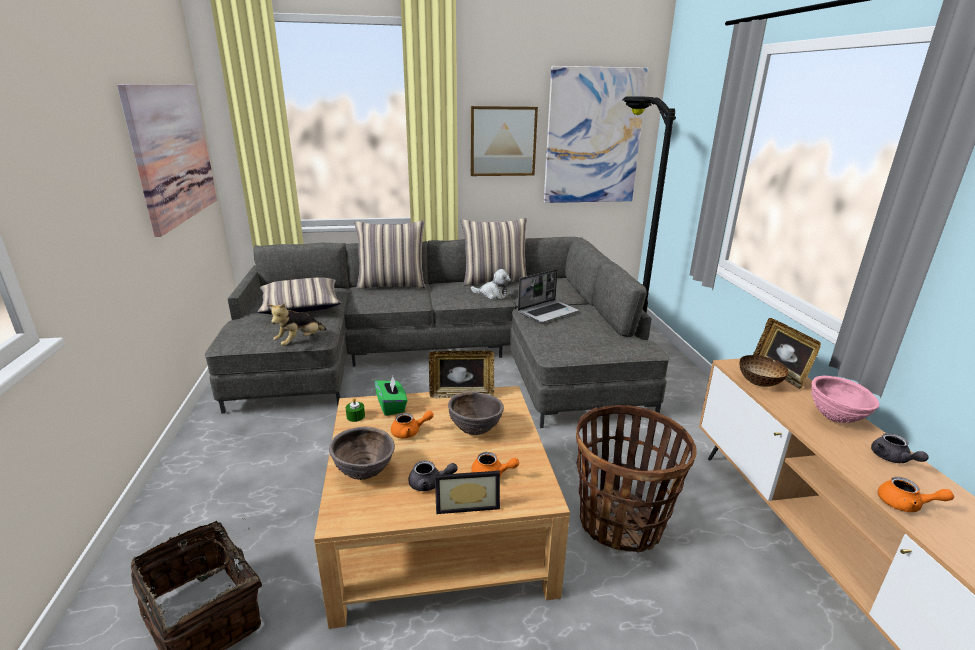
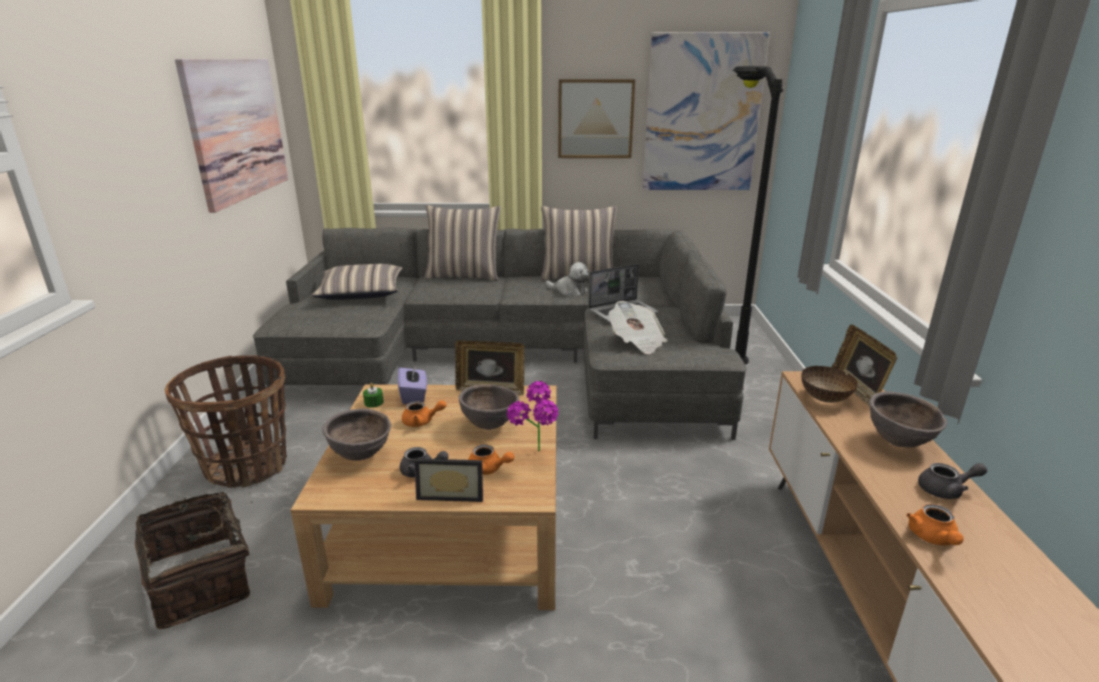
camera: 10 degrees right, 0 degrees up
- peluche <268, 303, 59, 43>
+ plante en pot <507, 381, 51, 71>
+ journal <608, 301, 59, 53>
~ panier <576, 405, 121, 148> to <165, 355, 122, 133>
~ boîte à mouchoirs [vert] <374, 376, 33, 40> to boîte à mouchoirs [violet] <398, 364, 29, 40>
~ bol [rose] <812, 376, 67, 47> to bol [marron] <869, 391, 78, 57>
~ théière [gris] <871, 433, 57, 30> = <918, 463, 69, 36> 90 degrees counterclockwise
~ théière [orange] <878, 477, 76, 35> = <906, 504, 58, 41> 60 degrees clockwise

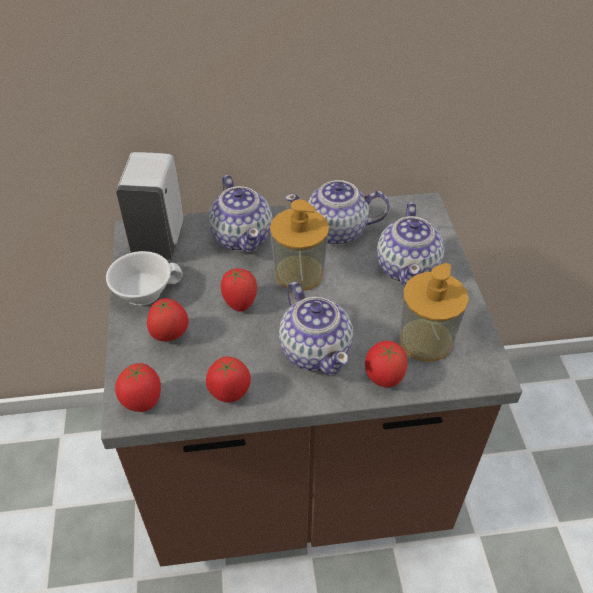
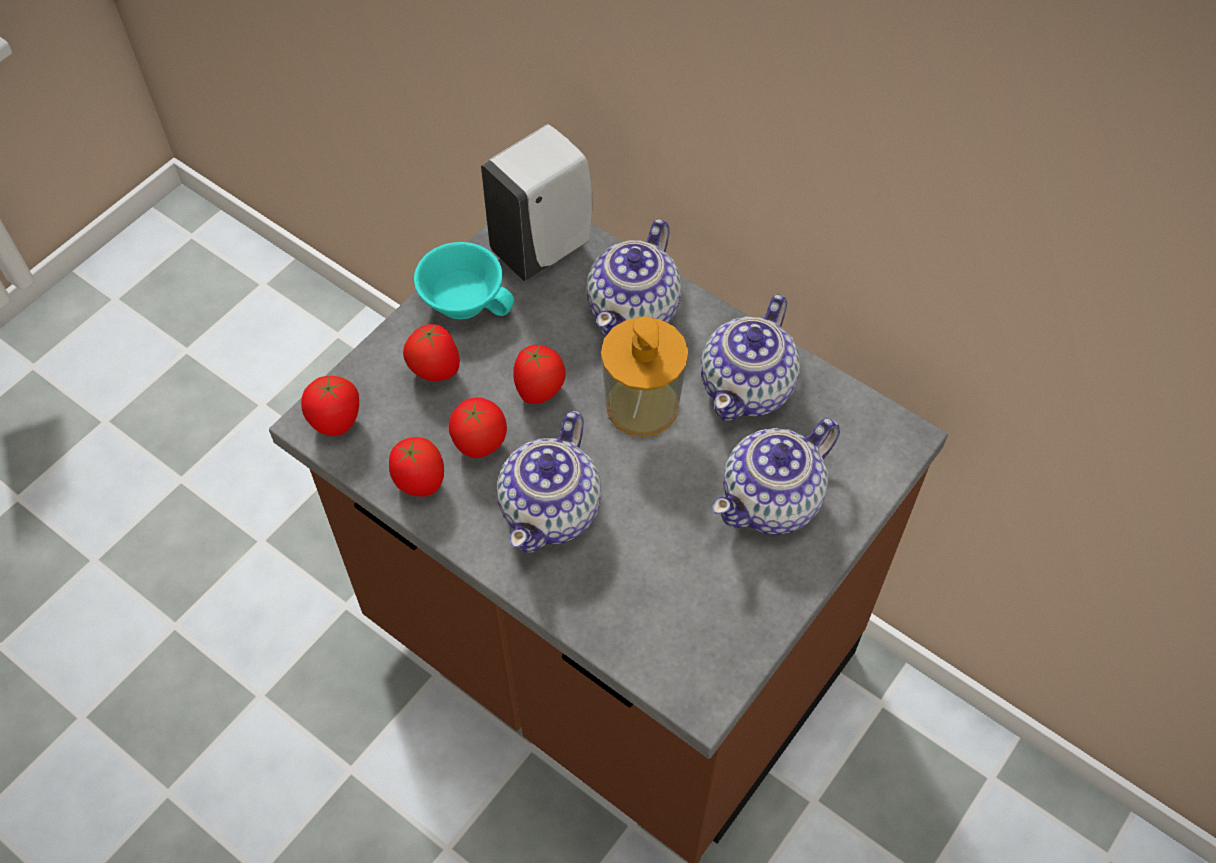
camera: 45 degrees right, 10 degrees up
- distributeur de savon <399, 263, 70, 98>
~ tomate <365, 341, 43, 46> to <449, 397, 58, 61>
~ tasse [blanc] <106, 251, 77, 55> to tasse [turquoise] <414, 242, 100, 77>
~ théière <285, 180, 105, 65> = <701, 294, 99, 127> 105 degrees counterclockwise

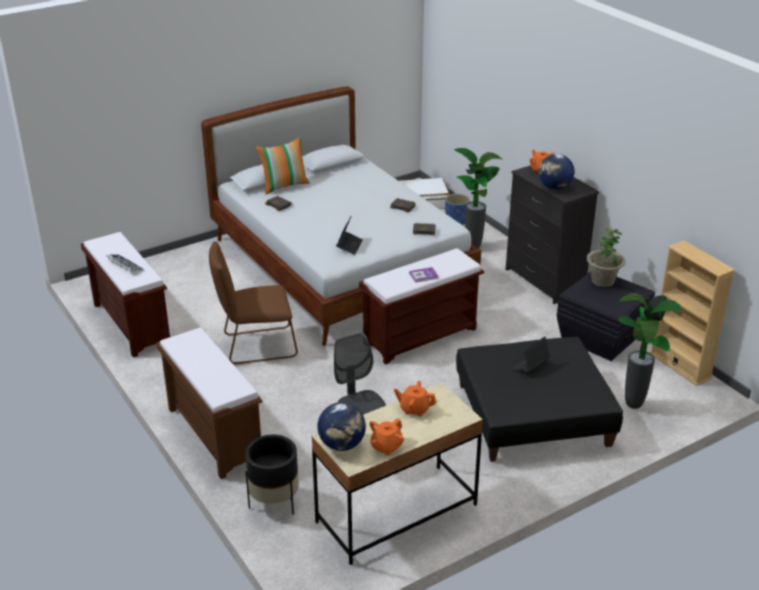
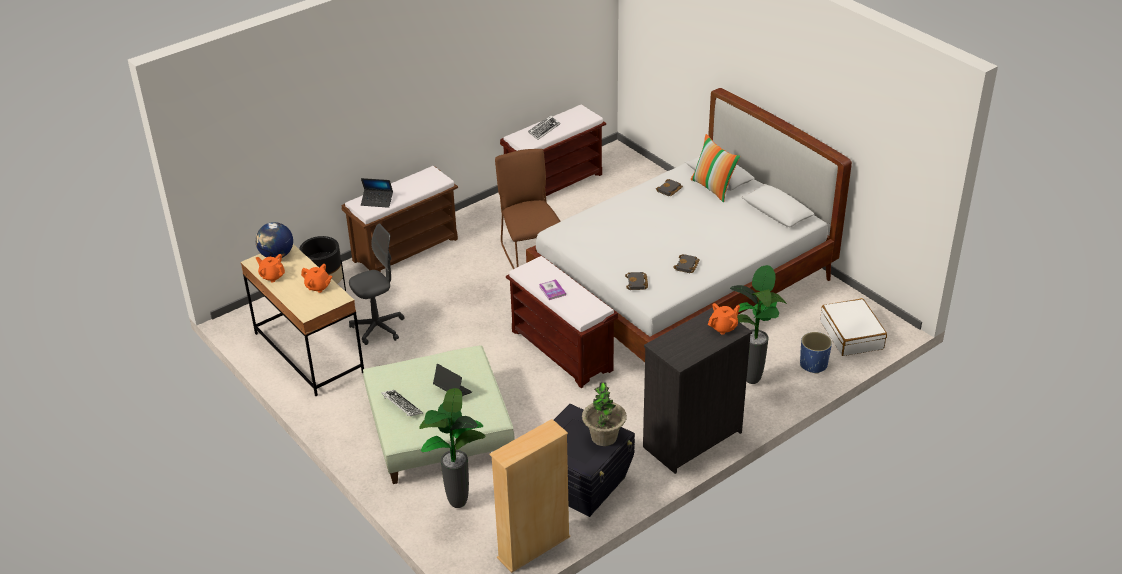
camera: 85 degrees right, 5 degrees up
- globe <539, 154, 35, 36>
+ clavier <381, 390, 42, 26>
~ ordinateur portable <336, 217, 27, 38> to <361, 178, 32, 30>
~ pouf [noir] <456, 337, 167, 125> to pouf [vert] <363, 346, 152, 138>
~ théière [orange] <394, 381, 42, 35> = <301, 264, 31, 29> 105 degrees clockwise

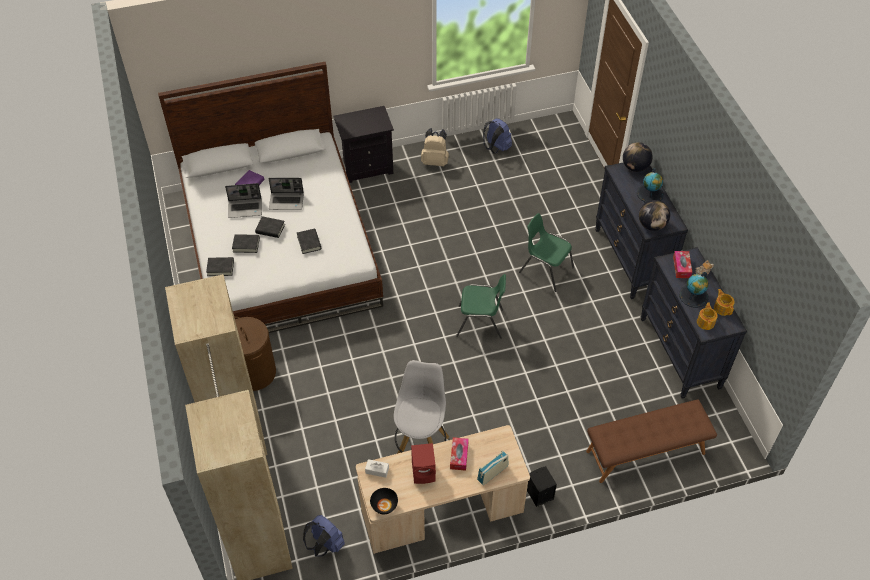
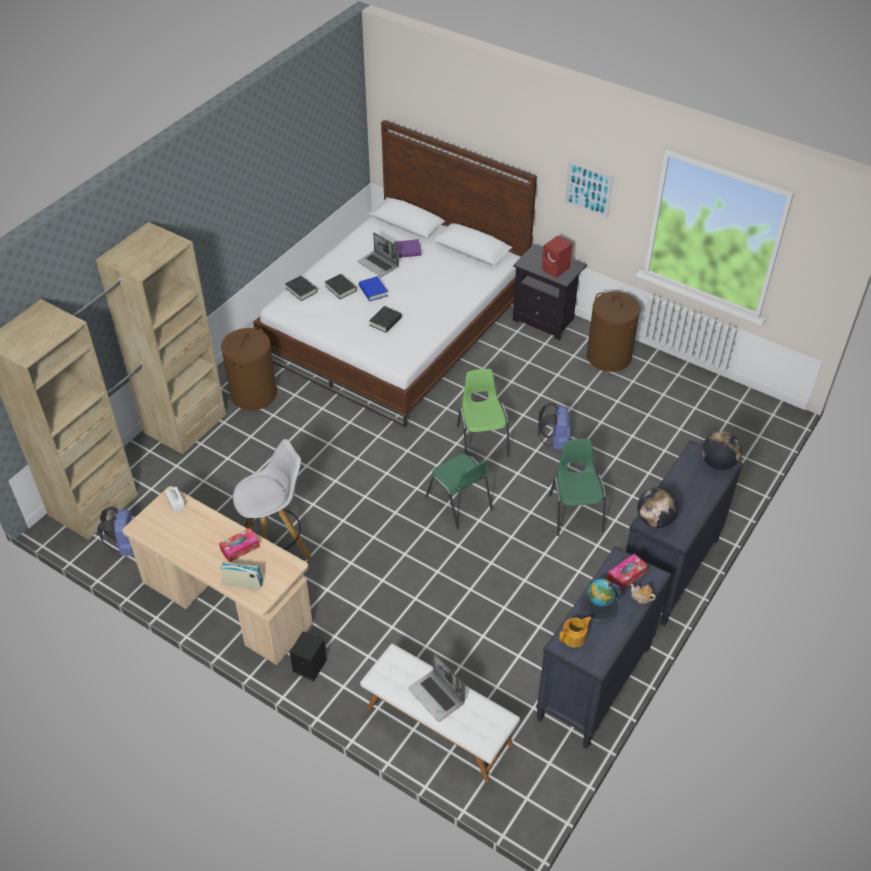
camera: 50 degrees right, 5 degrees down
- bol [noir] <370, 488, 28, 26>
- globe <637, 168, 27, 35>
- théière <714, 289, 21, 27>
+ chaise [vert] <457, 369, 52, 88>
+ tableau <564, 161, 49, 57>
~ ordinateur portable <268, 178, 36, 32> to <408, 653, 57, 69>
~ enceinte [rouge] <411, 443, 25, 41> to <542, 236, 30, 42>
~ sac à dos [bleu] <483, 118, 29, 36> to <538, 403, 32, 47>
~ sac à dos [beige] <421, 128, 28, 38> to panier à linge [marron] <587, 292, 54, 80>
~ livre [noir] <255, 216, 30, 22> to livre [bleu] <359, 276, 29, 25>
~ banc [marron] <586, 399, 131, 84> to banc [blanc] <360, 644, 160, 138>

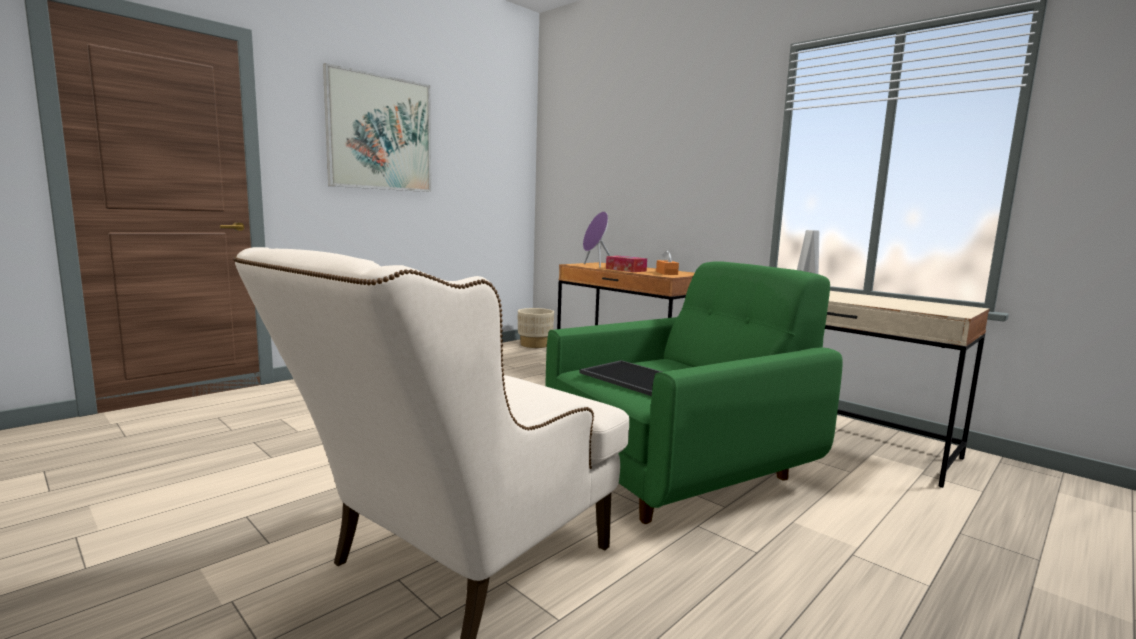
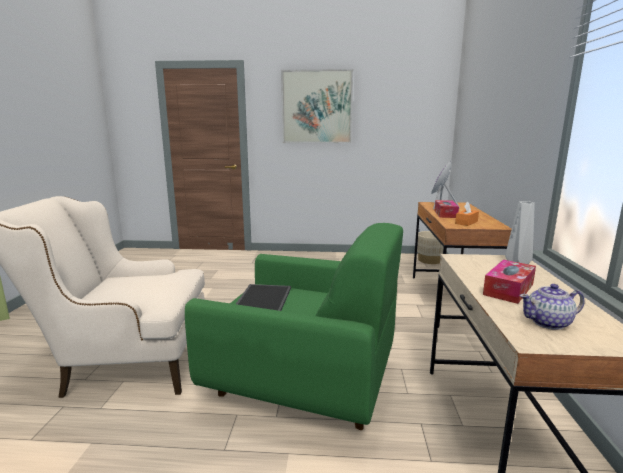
camera: 50 degrees right, 5 degrees up
+ boîte à mouchoirs <483, 260, 53, 44>
+ théière <519, 284, 65, 46>

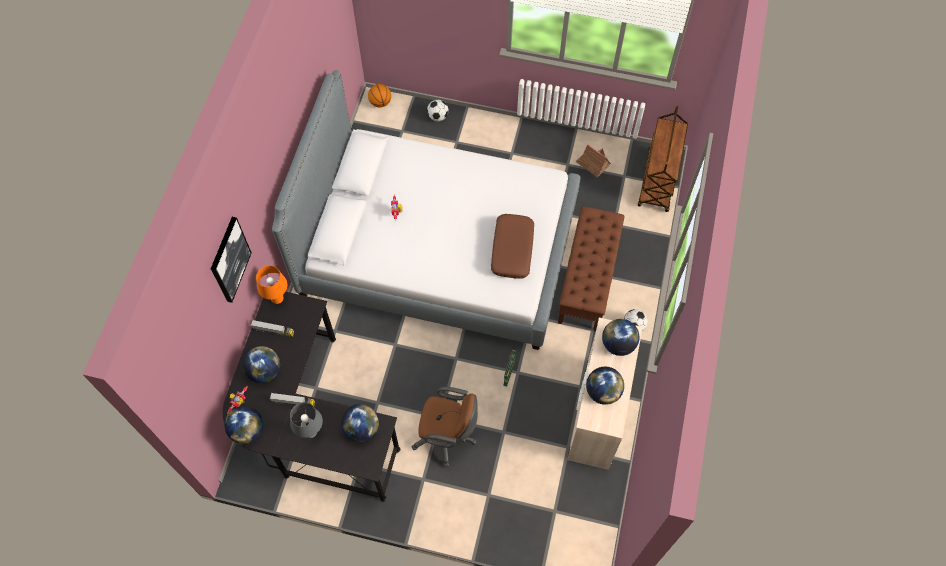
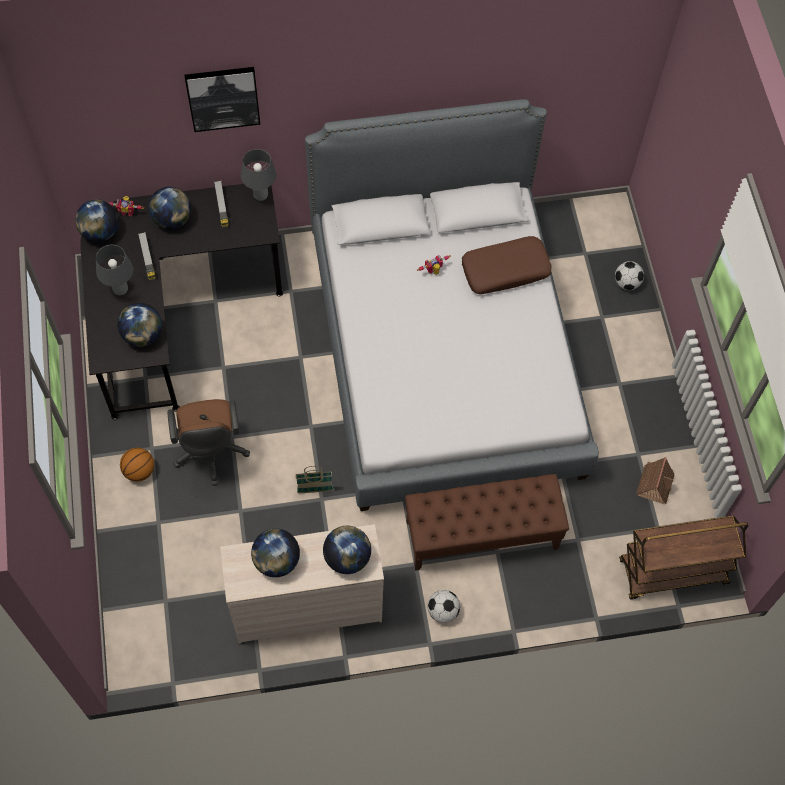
camera: 65 degrees right, 0 degrees up
~ ballon de basket <368, 84, 23, 24> to <120, 448, 34, 34>
~ coussin [marron] <491, 214, 43, 65> to <462, 236, 89, 58>
~ lampe de table [orange] <256, 266, 31, 38> to lampe de table [gris] <241, 149, 35, 52>

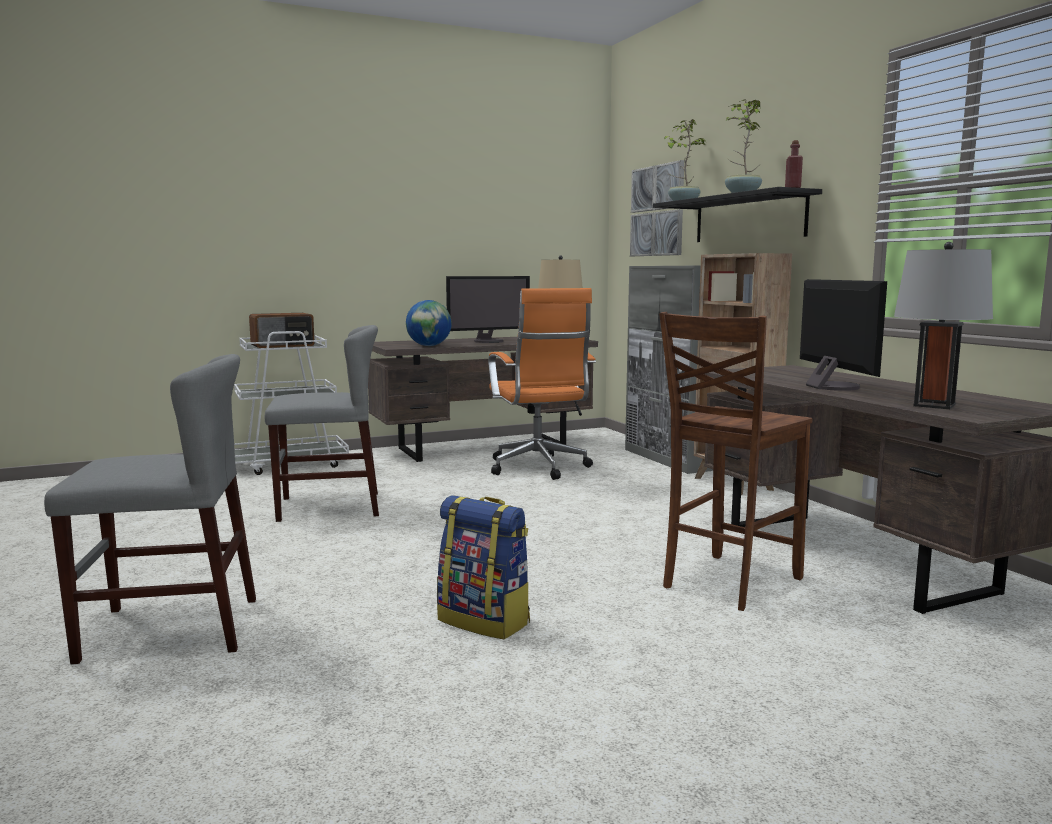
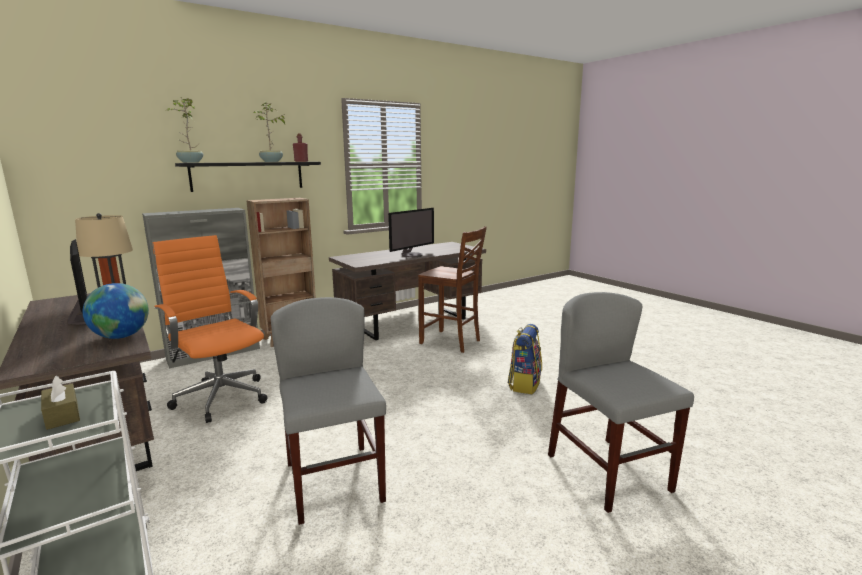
camera: 100 degrees left, 5 degrees up
- tableau <630, 160, 54, 96>
- lampe de table [gris] <894, 242, 99, 167>
~ radio <249, 313, 66, 35> to boîte à mouchoirs [marron] <41, 375, 39, 55>
~ chaise de bureau [orange] <488, 288, 108, 192> = <153, 235, 114, 188> 105 degrees counterclockwise
~ écran d'ordinateur <800, 279, 87, 112> = <388, 208, 46, 50> 150 degrees clockwise

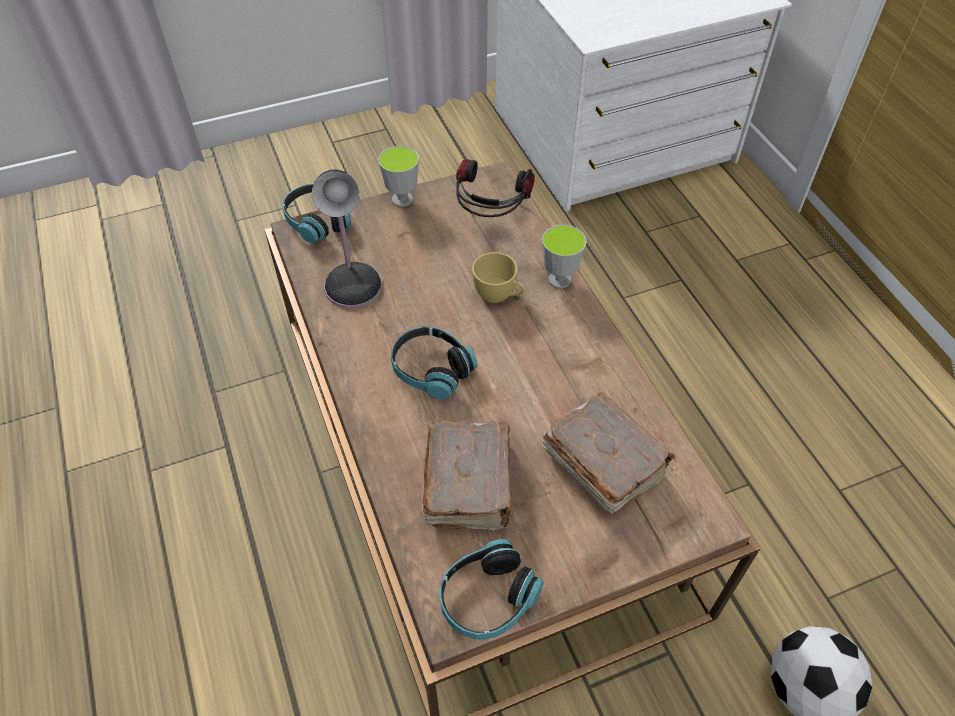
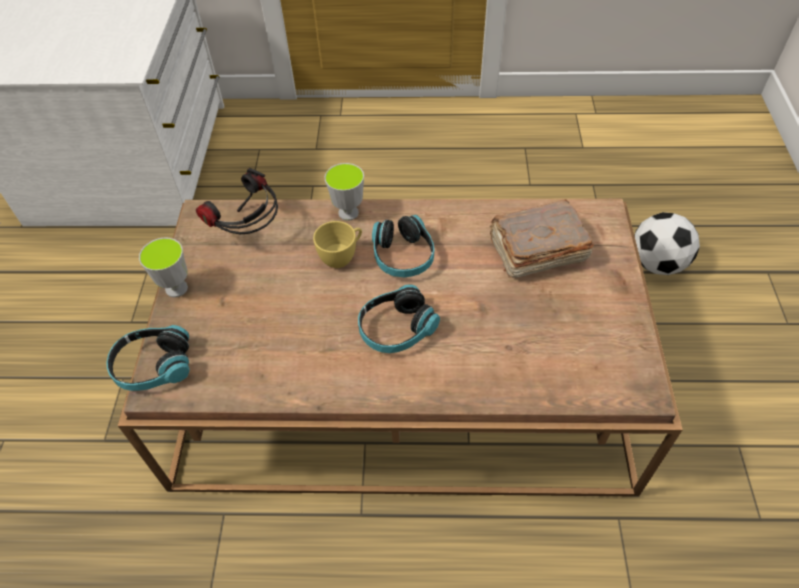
camera: 65 degrees left, 0 degrees up
- lampe de table <312, 170, 70, 138>
- livre [marron] <422, 420, 91, 110>
~ casque audio <439, 539, 104, 101> to <372, 215, 62, 62>

